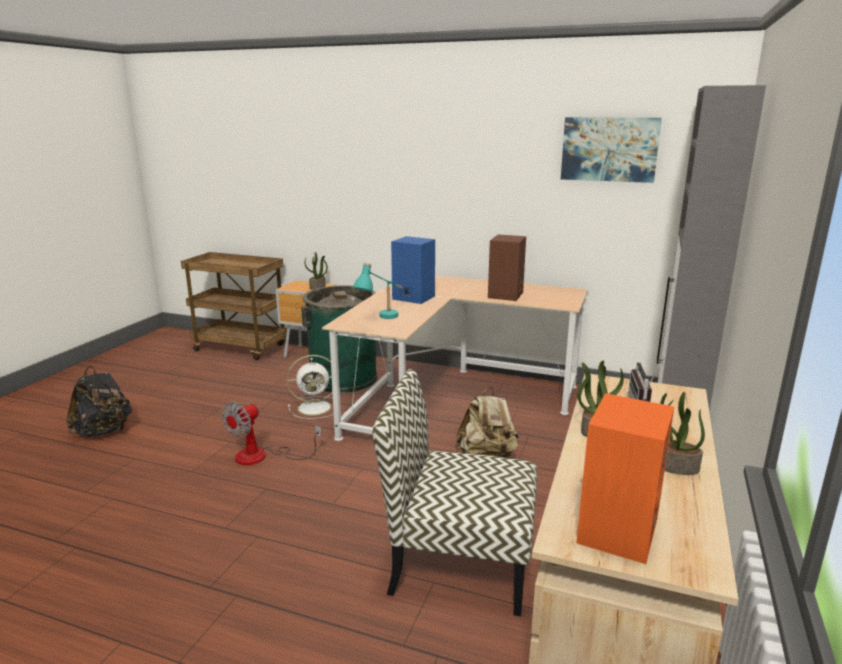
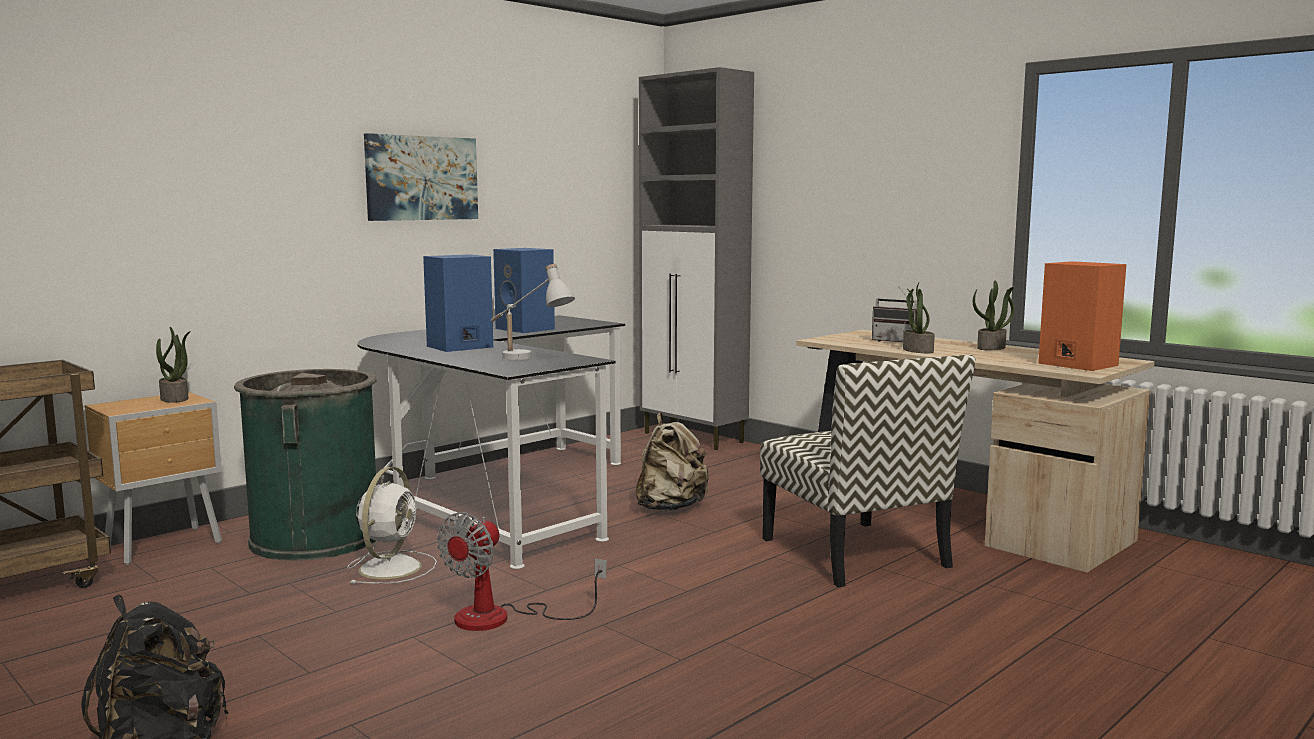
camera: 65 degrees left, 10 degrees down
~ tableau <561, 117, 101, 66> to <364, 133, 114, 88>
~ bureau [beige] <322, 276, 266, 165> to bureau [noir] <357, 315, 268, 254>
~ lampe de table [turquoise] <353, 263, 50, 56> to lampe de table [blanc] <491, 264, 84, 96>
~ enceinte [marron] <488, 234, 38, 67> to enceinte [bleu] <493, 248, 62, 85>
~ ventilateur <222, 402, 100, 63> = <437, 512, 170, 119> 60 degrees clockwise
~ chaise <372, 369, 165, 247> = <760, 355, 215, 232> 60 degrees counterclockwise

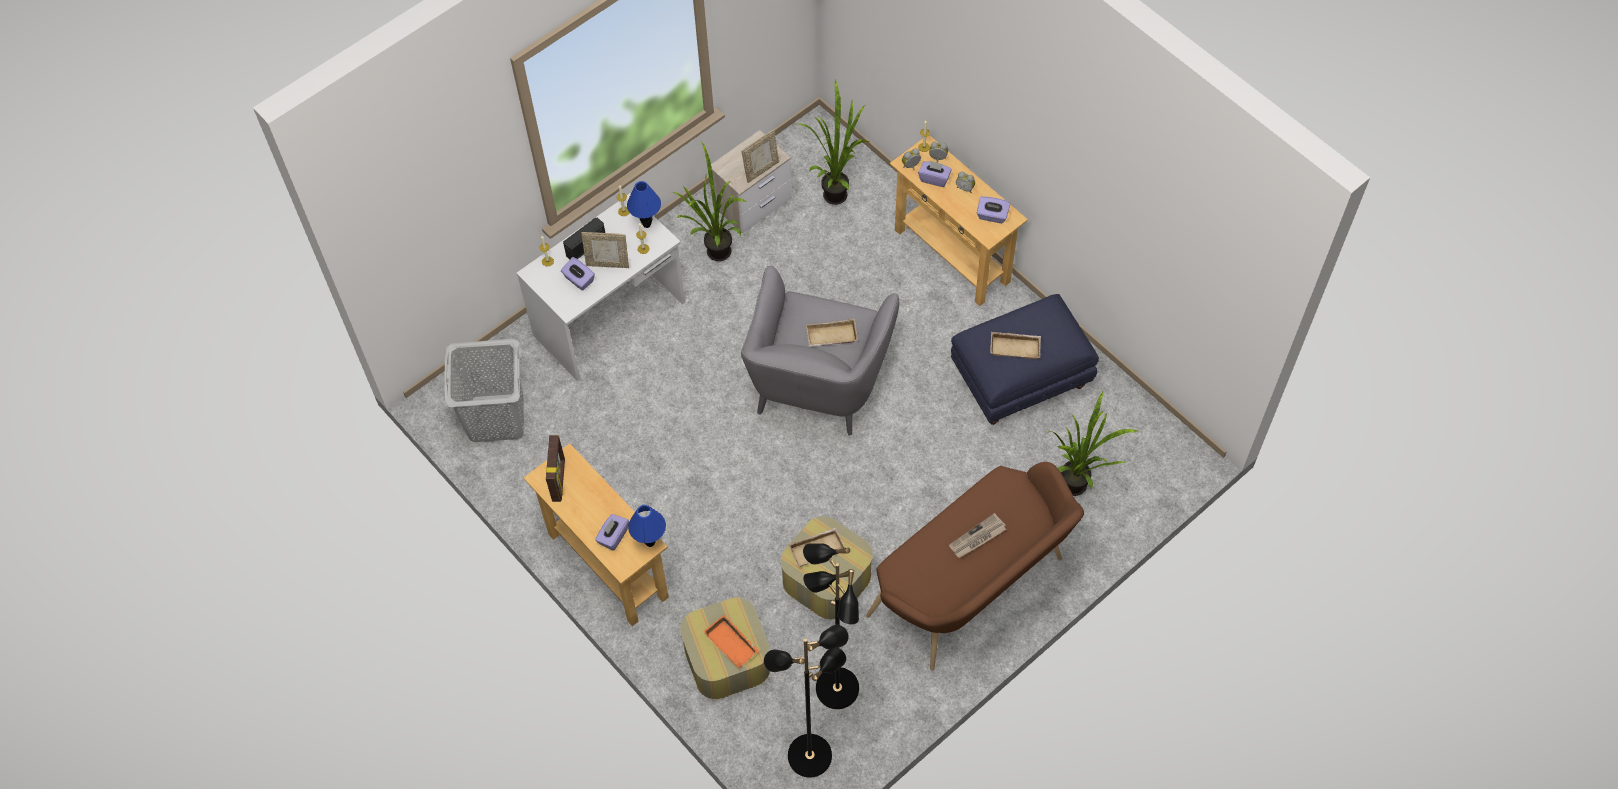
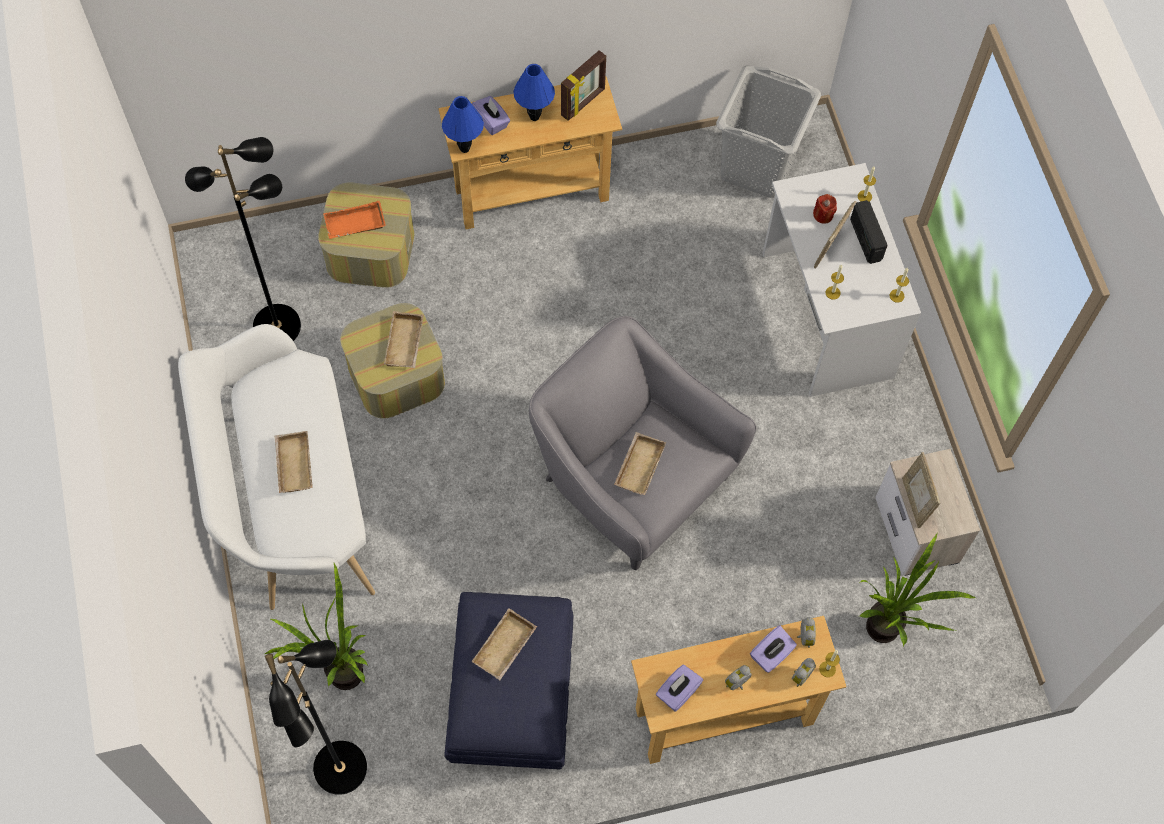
camera: 115 degrees right, 5 degrees up
- plante en pot <672, 141, 74, 120>
~ lampe de table [bleu] <627, 181, 34, 47> to <513, 64, 42, 57>
~ lampadaire [noir] <764, 625, 85, 153> to <265, 640, 102, 155>
~ boîte à mouchoirs [violet] <561, 257, 34, 34> to bougie [rouge] <813, 194, 24, 30>
~ journal <949, 513, 57, 45> to plateau [beige] <274, 431, 38, 62>
~ banc [marron] <866, 462, 218, 209> to banc [blanc] <178, 324, 197, 286>
~ cadre photo <546, 435, 19, 67> = <561, 50, 45, 71> 75 degrees counterclockwise

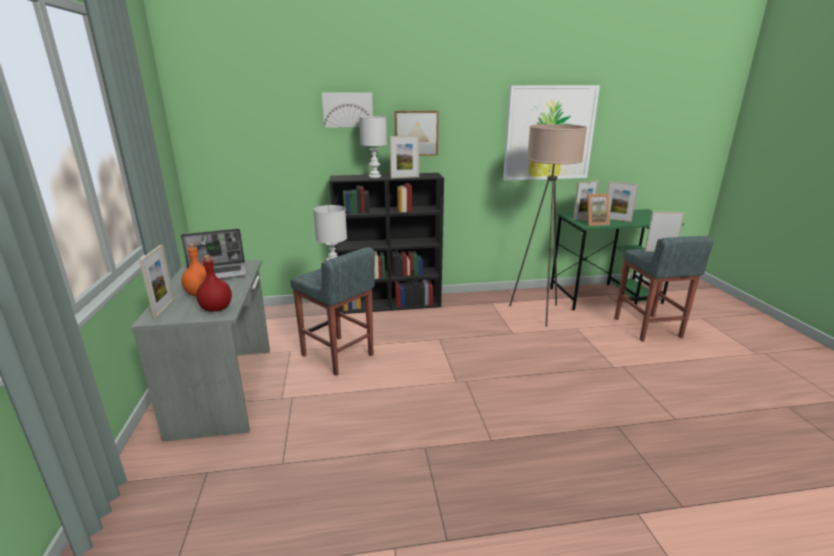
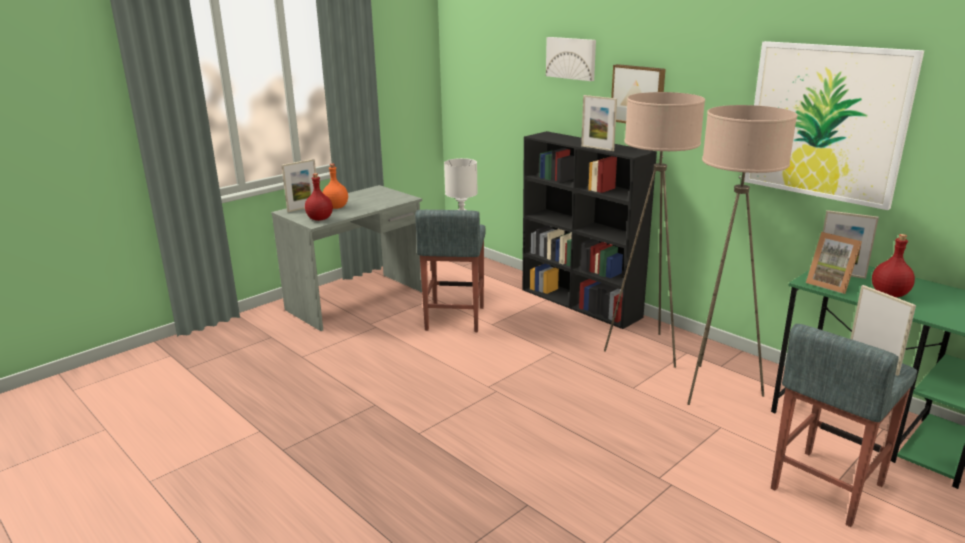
camera: 55 degrees right, 0 degrees up
- ordinateur portable <181, 229, 66, 50>
- lampe de table [blanc] <359, 116, 28, 62>
+ lampadaire [beige] <604, 92, 101, 276>
~ cadre photo <607, 181, 31, 41> to bouteille [rouge] <872, 234, 43, 63>

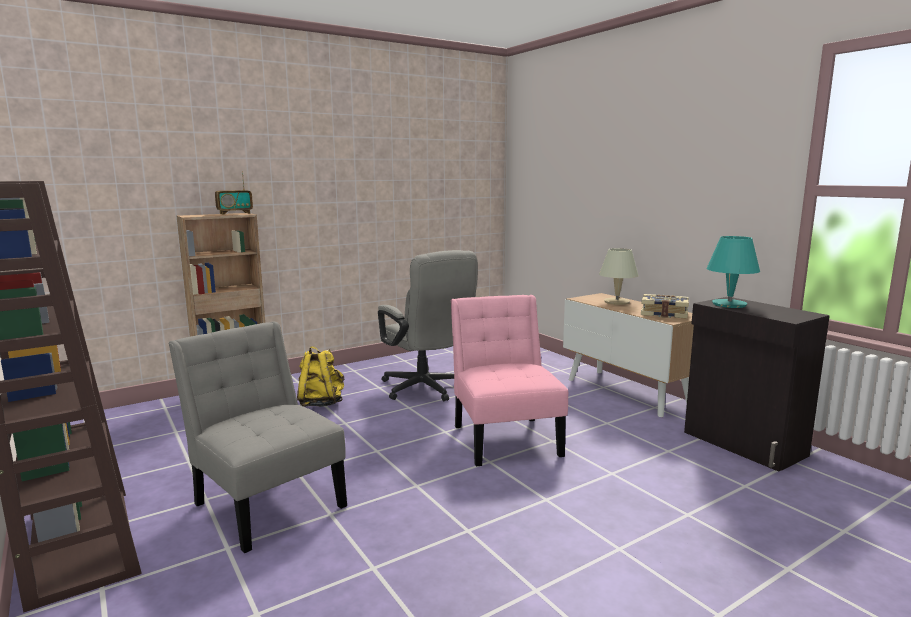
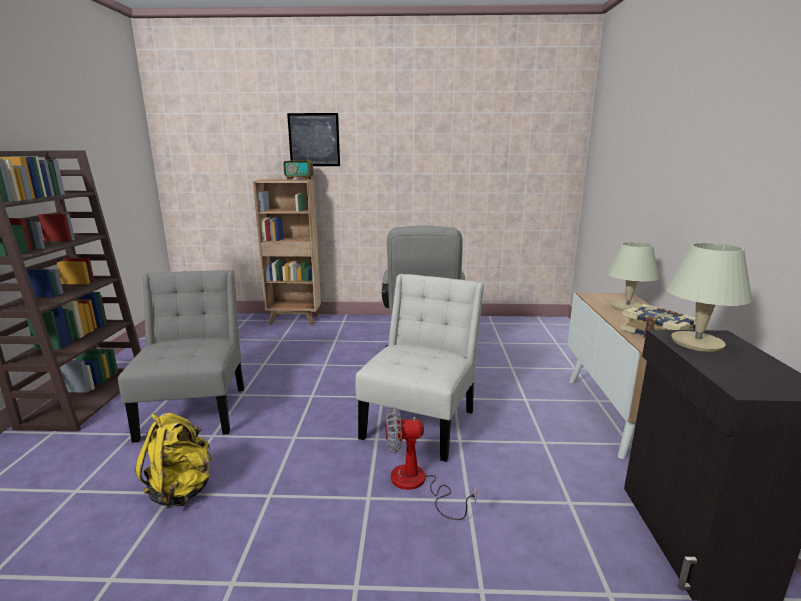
camera: 35 degrees right, 5 degrees up
+ tableau <287, 113, 53, 53>
+ ventilateur <385, 407, 92, 113>
~ sac à dos [jaune] <297, 346, 47, 61> to <135, 413, 77, 96>
~ chaise [rose] <451, 295, 117, 171> to chaise [blanc] <356, 274, 128, 188>
~ lampe de table [turquoise] <706, 236, 54, 72> to lampe de table [beige] <666, 243, 86, 109>

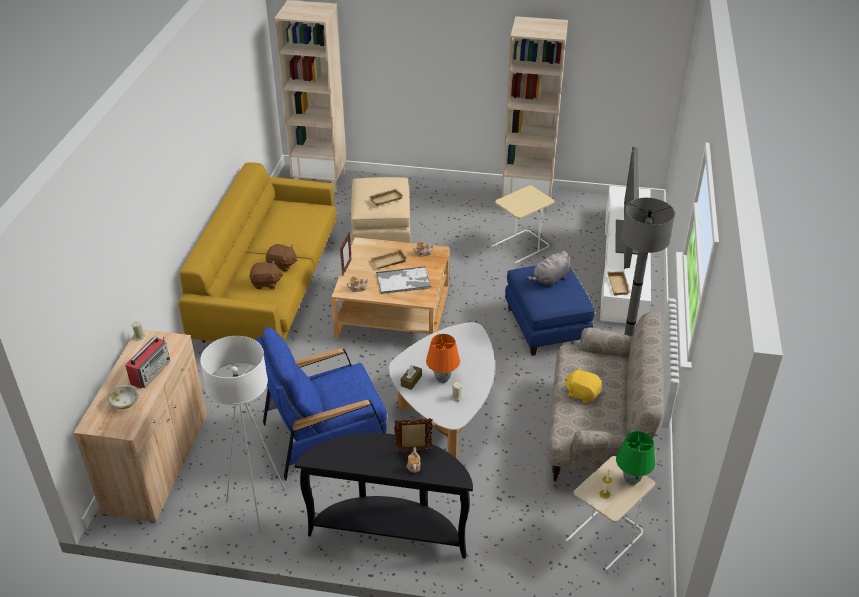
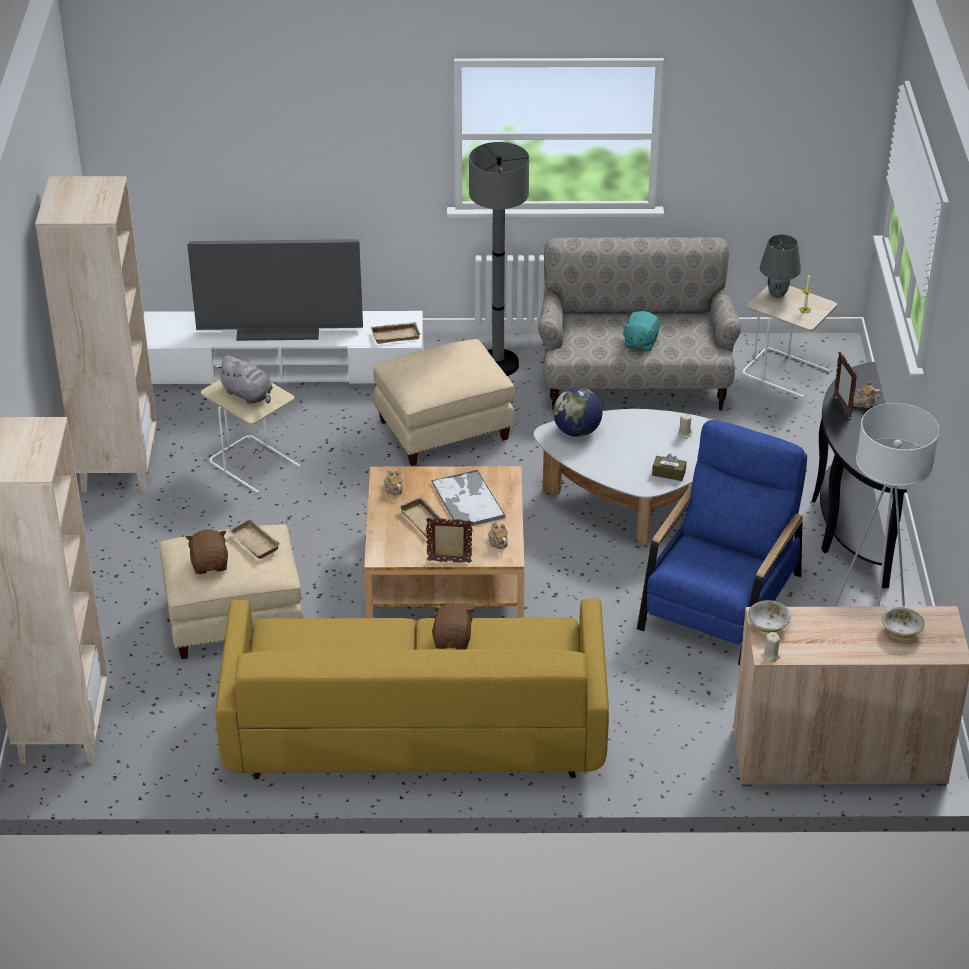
camera: 100 degrees left, 0 degrees up
- radio <125, 336, 45, 53>
- lampe de table [orange] <426, 334, 34, 49>
+ globe <553, 387, 50, 50>
+ bol <748, 600, 43, 33>
~ peluche [marron] <249, 261, 34, 28> to <186, 529, 42, 45>
~ peluche [gris] <526, 251, 44, 35> to <216, 355, 57, 49>
~ pouf [bleu] <505, 266, 90, 90> to pouf [beige] <373, 339, 142, 127>
~ peluche [jaune] <565, 367, 37, 36> to peluche [turquoise] <622, 311, 38, 41>
~ lampe de table [vert] <616, 431, 39, 54> to lampe de table [gris] <759, 234, 42, 64>
~ fauteuil [bleu] <256, 327, 131, 154> = <637, 420, 170, 245> 120 degrees counterclockwise

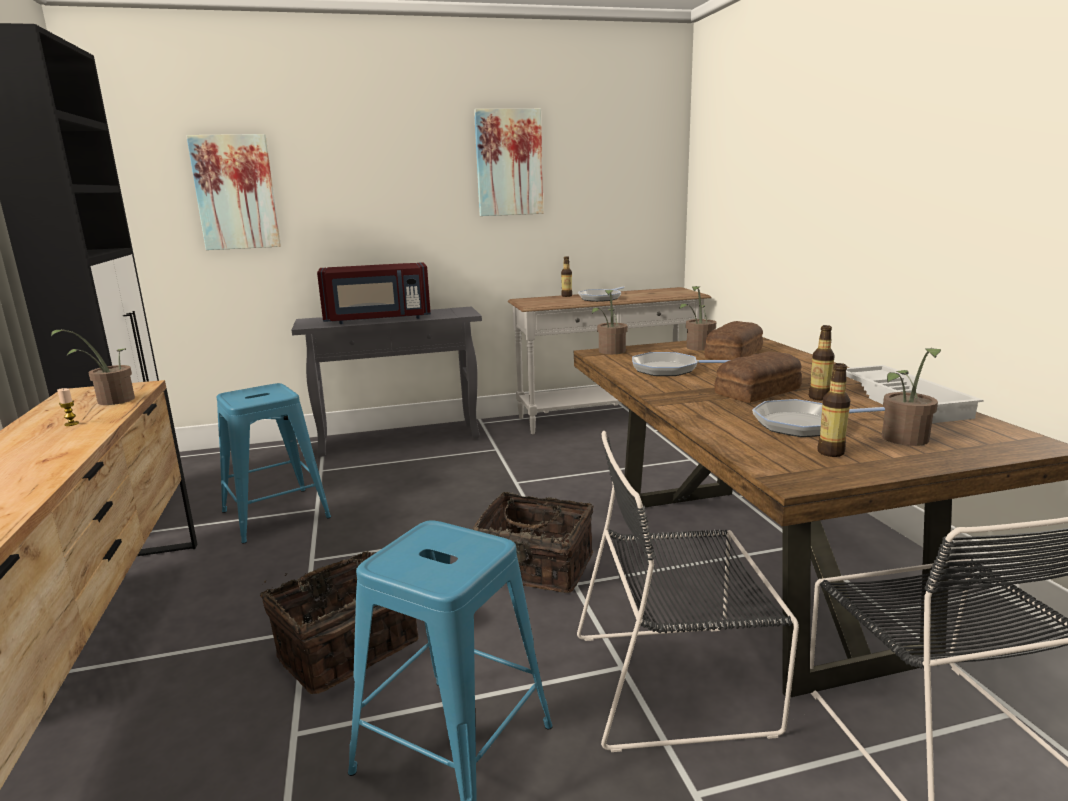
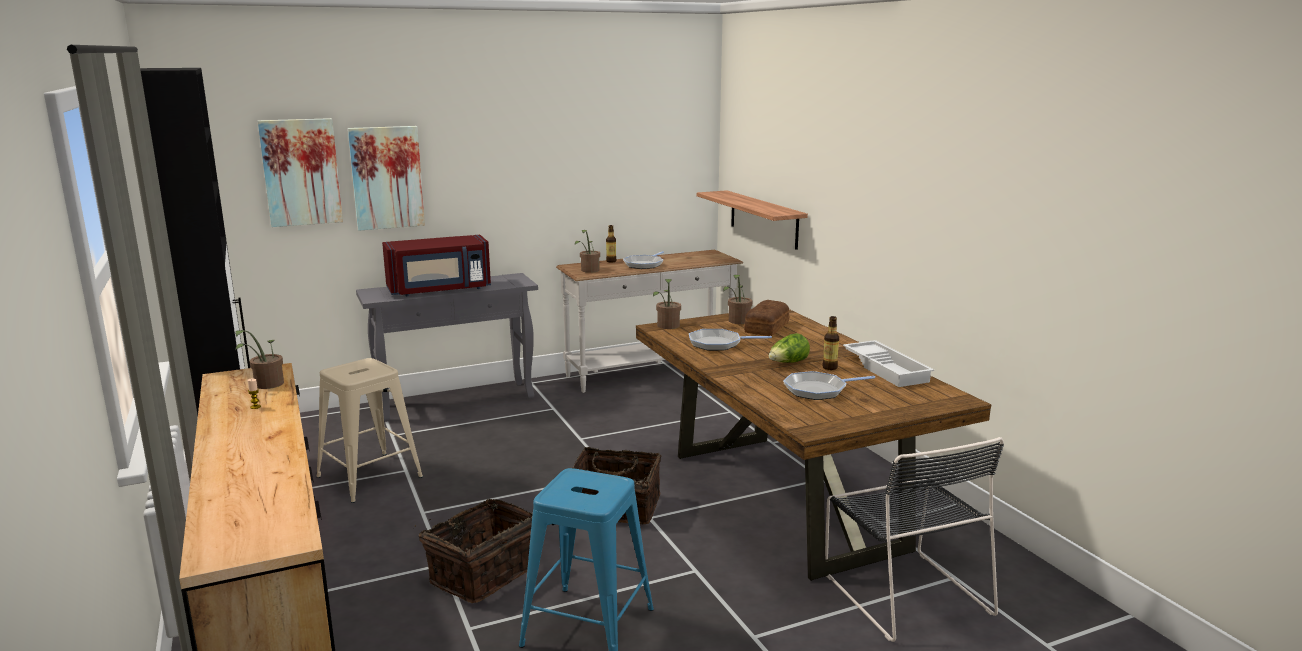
camera: 10 degrees left, 0 degrees up
- chaise [noir] <577, 431, 222, 321>
- bouteille <818, 363, 33, 94>
+ étagère <697, 190, 111, 60>
~ tableau <474, 109, 70, 107> to <348, 126, 77, 105>
~ plante en pot <882, 348, 59, 98> to <575, 230, 25, 43>
~ pain <714, 352, 88, 51> to laitue <769, 333, 41, 30>
~ tabouret [bleu] <217, 383, 114, 161> to tabouret [beige] <316, 358, 107, 145>

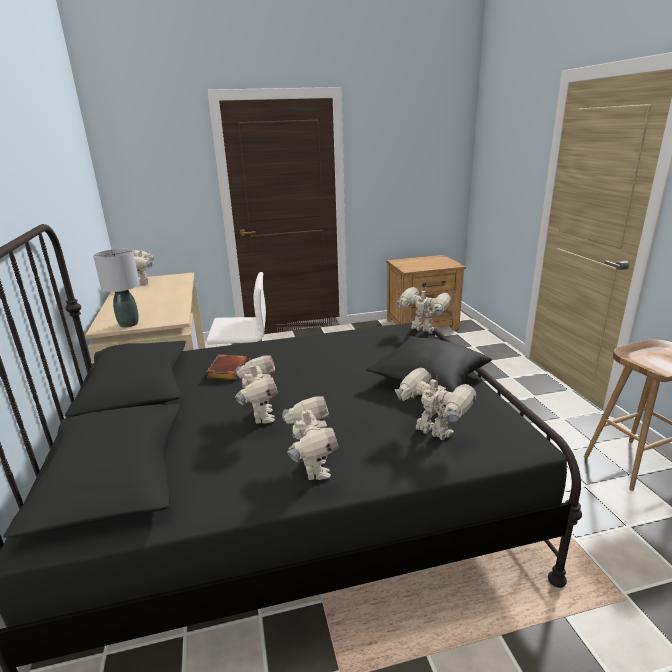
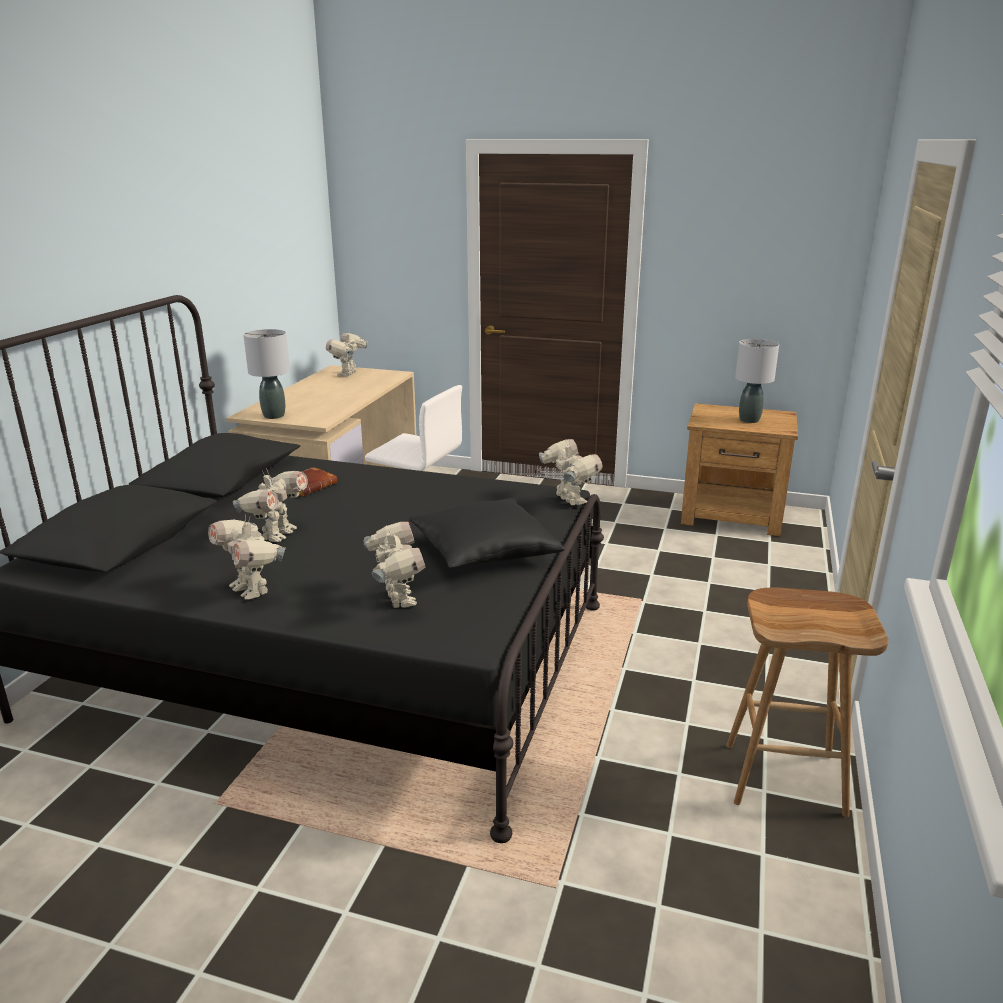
camera: 30 degrees right, 0 degrees up
+ lampe de table [gris] <735, 339, 44, 84>
~ robot jouet <282, 396, 57, 84> = <208, 515, 78, 85> 120 degrees clockwise

